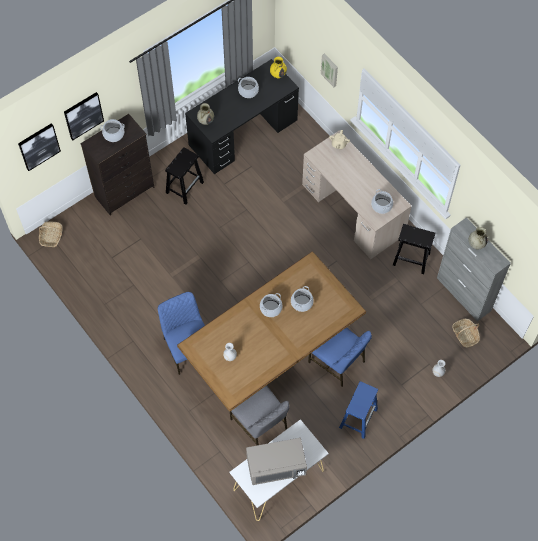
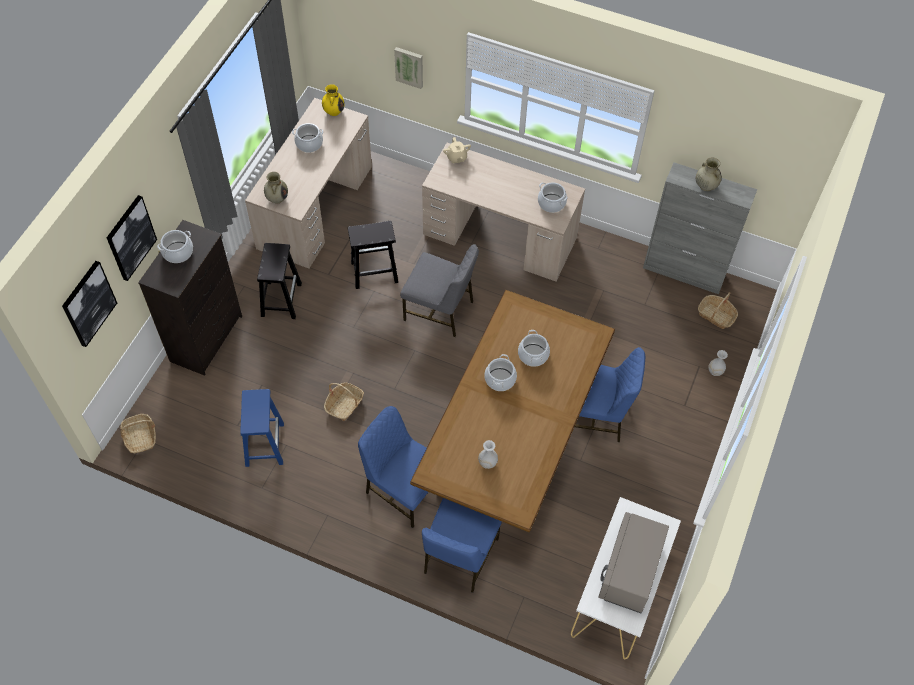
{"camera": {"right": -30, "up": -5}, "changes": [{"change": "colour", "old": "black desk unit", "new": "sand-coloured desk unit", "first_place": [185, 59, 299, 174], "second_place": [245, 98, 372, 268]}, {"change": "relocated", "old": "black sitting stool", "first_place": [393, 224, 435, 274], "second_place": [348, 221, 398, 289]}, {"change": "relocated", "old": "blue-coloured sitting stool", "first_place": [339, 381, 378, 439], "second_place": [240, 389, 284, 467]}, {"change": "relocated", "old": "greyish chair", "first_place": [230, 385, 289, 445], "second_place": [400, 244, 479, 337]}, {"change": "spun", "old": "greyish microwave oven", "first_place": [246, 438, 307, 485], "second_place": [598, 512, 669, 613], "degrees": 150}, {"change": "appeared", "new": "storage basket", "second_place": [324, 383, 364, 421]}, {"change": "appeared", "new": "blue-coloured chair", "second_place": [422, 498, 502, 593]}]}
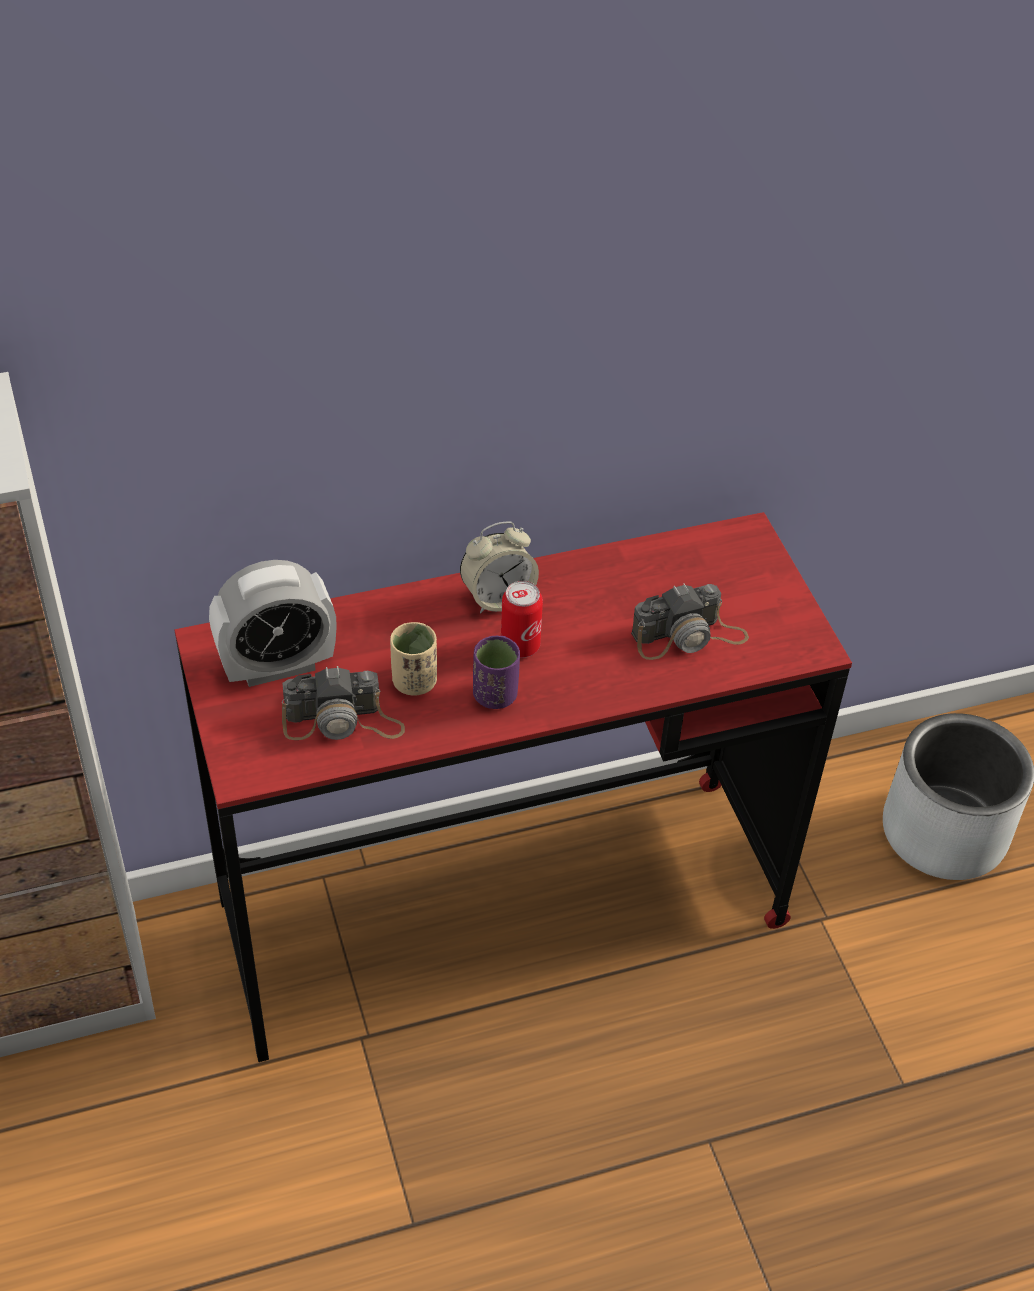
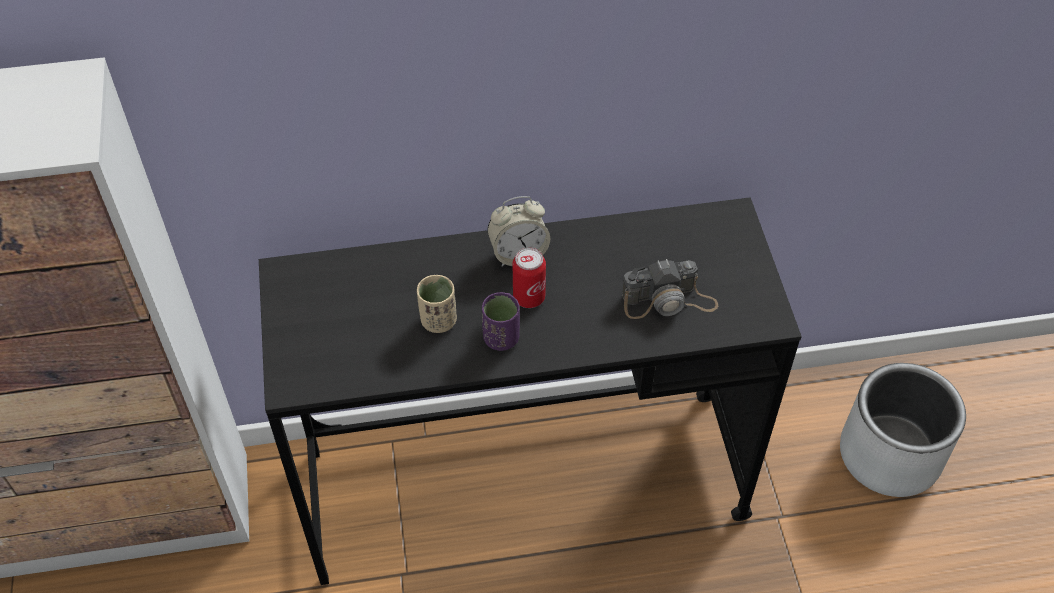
{"camera": {"right": 10, "up": 5}, "changes": [{"change": "colour", "old": "reddish desk unit", "new": "black desk unit", "first_place": [174, 512, 852, 1062], "second_place": [259, 197, 802, 585]}, {"change": "missing", "old": "alarm clock", "first_place": [209, 560, 337, 687]}, {"change": "missing", "old": "still camera", "first_place": [282, 666, 405, 740]}]}
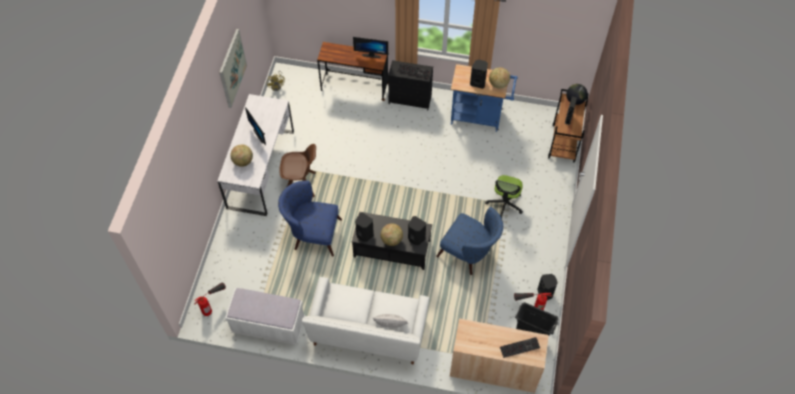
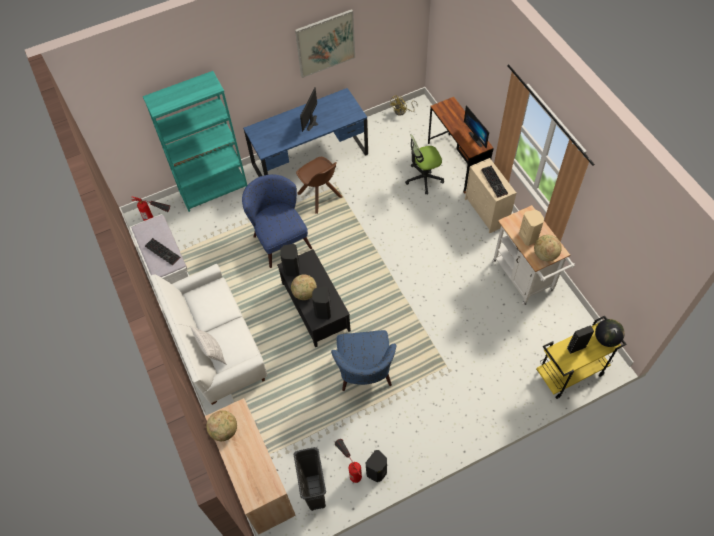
{"camera": {"right": 55, "up": 0}, "changes": [{"change": "colour", "old": "black dresser", "new": "sand-coloured dresser", "first_place": [388, 60, 433, 110], "second_place": [465, 158, 517, 233]}, {"change": "colour", "old": "black loudspeaker", "new": "sand-coloured loudspeaker", "first_place": [470, 60, 488, 89], "second_place": [519, 210, 544, 246]}, {"change": "colour", "old": "blue-coloured wheeled cart", "new": "white wheeled cart", "first_place": [451, 64, 518, 132], "second_place": [492, 205, 575, 305]}, {"change": "colour", "old": "brownish wheeled cart", "new": "yellow-coloured wheeled cart", "first_place": [548, 89, 589, 163], "second_place": [536, 316, 627, 399]}, {"change": "colour", "old": "white desk unit", "new": "blue-coloured desk unit", "first_place": [217, 94, 294, 216], "second_place": [243, 88, 368, 177]}, {"change": "relocated", "old": "globe", "first_place": [230, 144, 253, 167], "second_place": [206, 410, 237, 441]}, {"change": "relocated", "old": "desk chair", "first_place": [485, 175, 523, 218], "second_place": [405, 134, 444, 195]}, {"change": "relocated", "old": "computer keyboard", "first_place": [500, 337, 540, 358], "second_place": [145, 238, 181, 266]}, {"change": "appeared", "new": "turquoise-coloured bookcase", "second_place": [143, 71, 247, 212]}]}
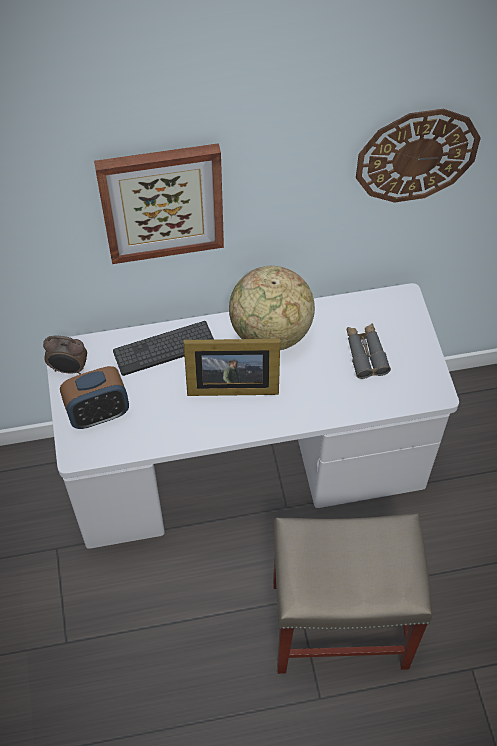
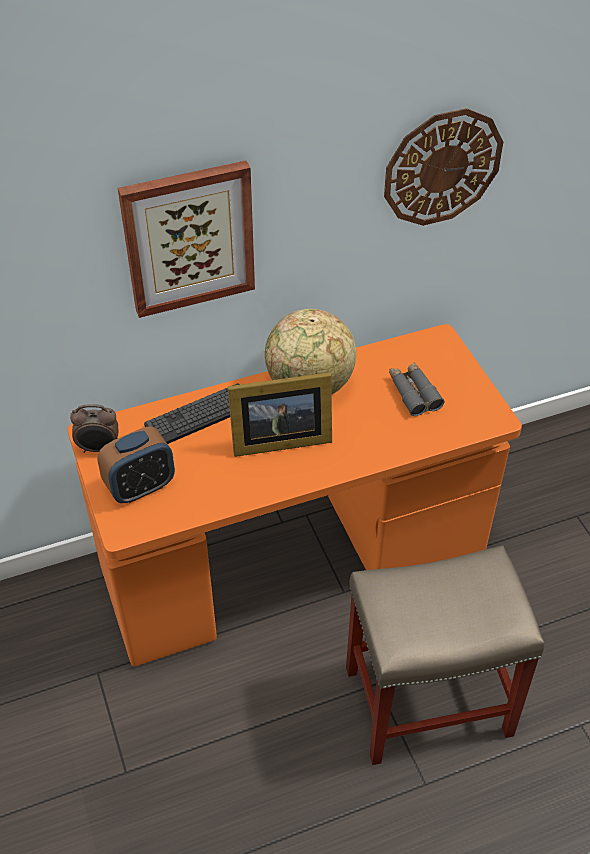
{"camera": {"right": -10, "up": -10}, "changes": [{"change": "colour", "old": "white desk unit", "new": "orangey desk unit", "first_place": [45, 283, 459, 549], "second_place": [68, 324, 522, 666]}]}
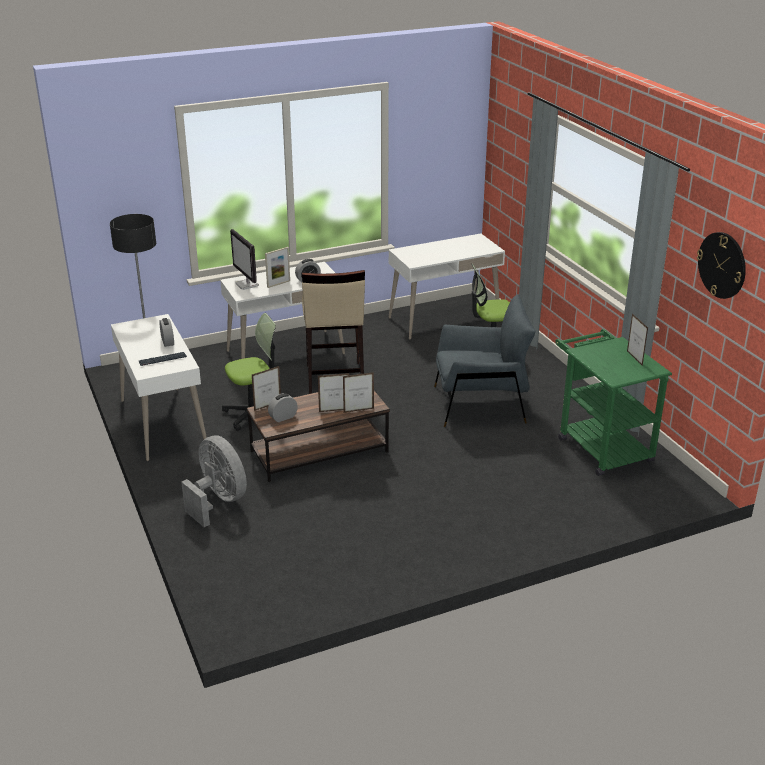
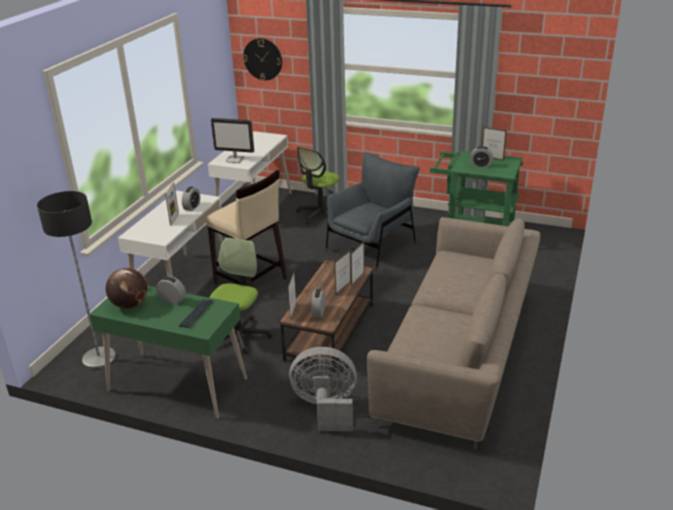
{"camera": {"right": -45, "up": 0}, "changes": [{"change": "relocated", "old": "monitor", "first_place": [230, 229, 259, 290], "second_place": [211, 118, 254, 163]}, {"change": "relocated", "old": "clock on the wall", "first_place": [697, 232, 746, 299], "second_place": [243, 38, 282, 80]}, {"change": "colour", "old": "white desk unit", "new": "green-coloured desk unit", "first_place": [111, 314, 207, 461], "second_place": [89, 286, 247, 419]}, {"change": "appeared", "new": "alarm clock", "second_place": [470, 146, 493, 168]}, {"change": "appeared", "new": "sand-coloured couch", "second_place": [367, 217, 540, 449]}, {"change": "appeared", "new": "globe", "second_place": [106, 268, 147, 309]}]}
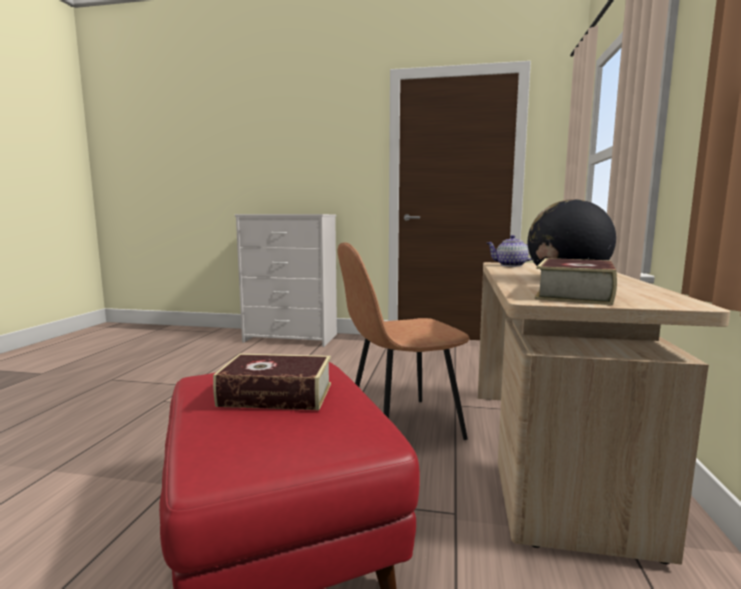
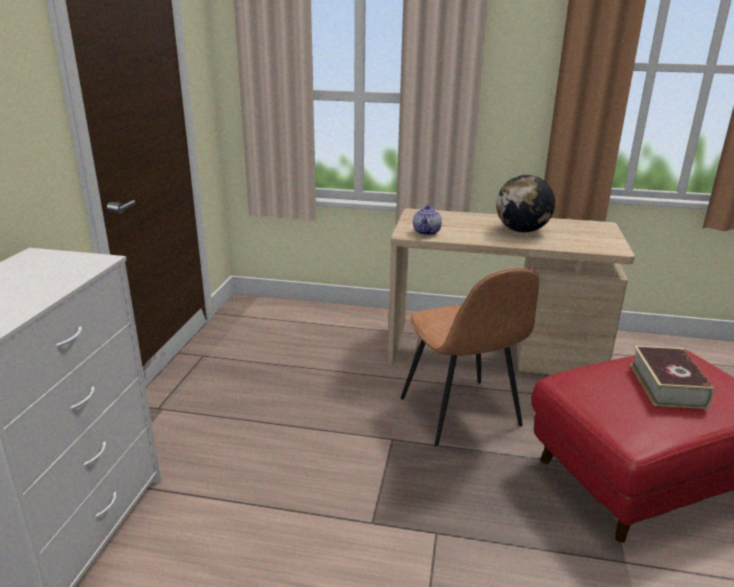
{"camera": {"right": -90, "up": 15}, "changes": [{"change": "missing", "old": "book", "first_place": [535, 258, 617, 305]}]}
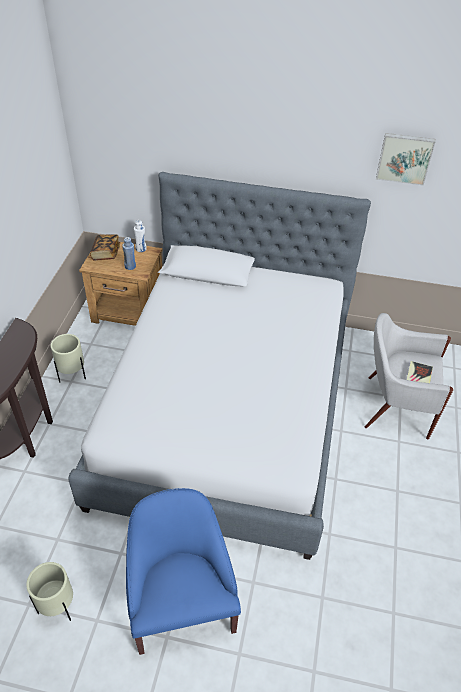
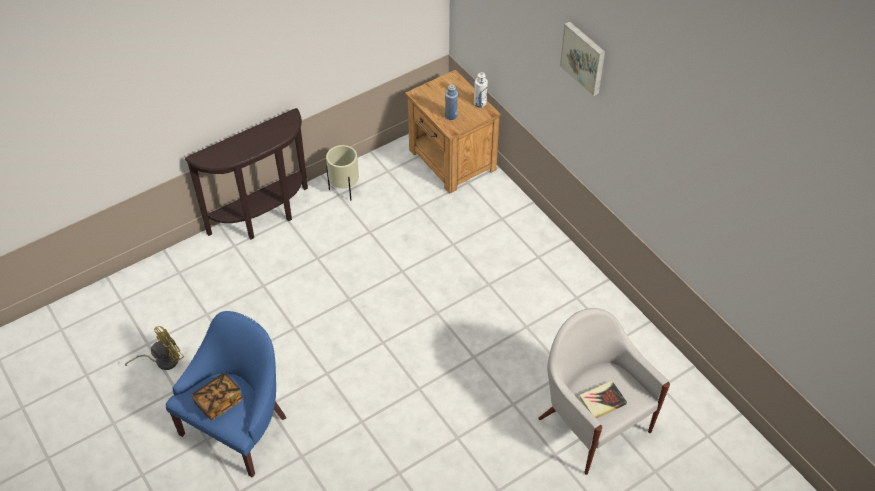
{"camera": {"right": 45, "up": 5}, "changes": [{"change": "relocated", "old": "picture", "first_place": [376, 133, 436, 186], "second_place": [560, 22, 605, 96]}, {"change": "missing", "old": "bedroom bed", "first_place": [69, 172, 371, 560]}, {"change": "relocated", "old": "book", "first_place": [90, 235, 120, 261], "second_place": [191, 373, 243, 420]}, {"change": "exchanged", "old": "sand-coloured plant pot", "new": "yellow-coloured cooling fan", "first_place": [26, 562, 73, 621], "second_place": [125, 326, 184, 370]}]}
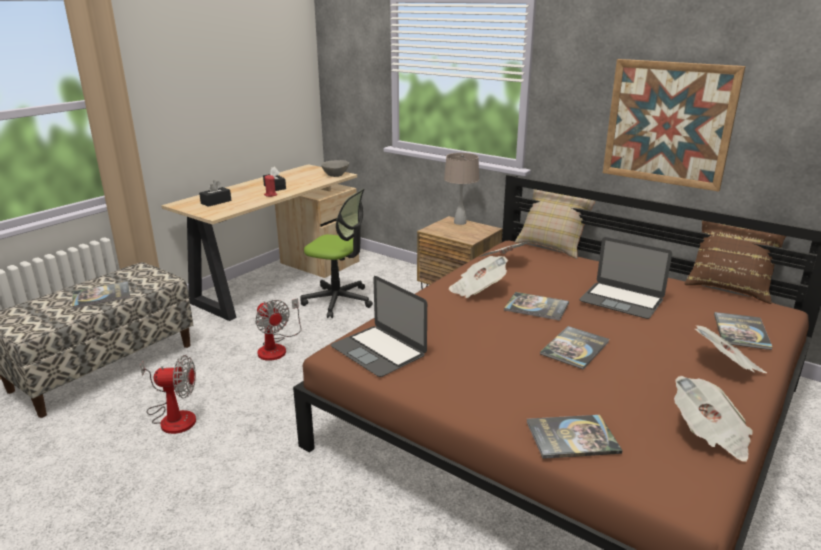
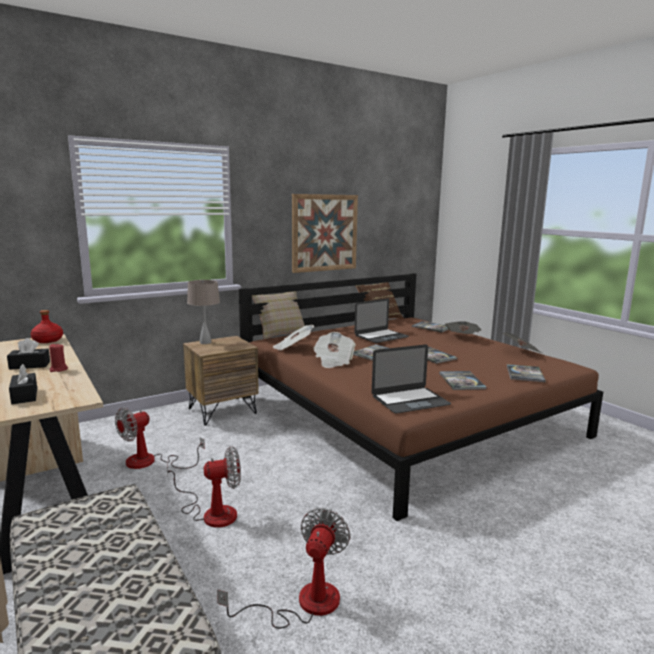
{"camera": {"right": -70, "up": -10}, "changes": [{"change": "exchanged", "old": "greyish serving bowl", "new": "reddish beverage bottle", "first_place": [321, 160, 349, 177], "second_place": [31, 310, 63, 343]}, {"change": "exchanged", "old": "desk chair", "new": "cooling fan", "first_place": [300, 189, 373, 318], "second_place": [115, 407, 205, 469]}, {"change": "relocated", "old": "book", "first_place": [72, 281, 130, 309], "second_place": [439, 371, 486, 390]}]}
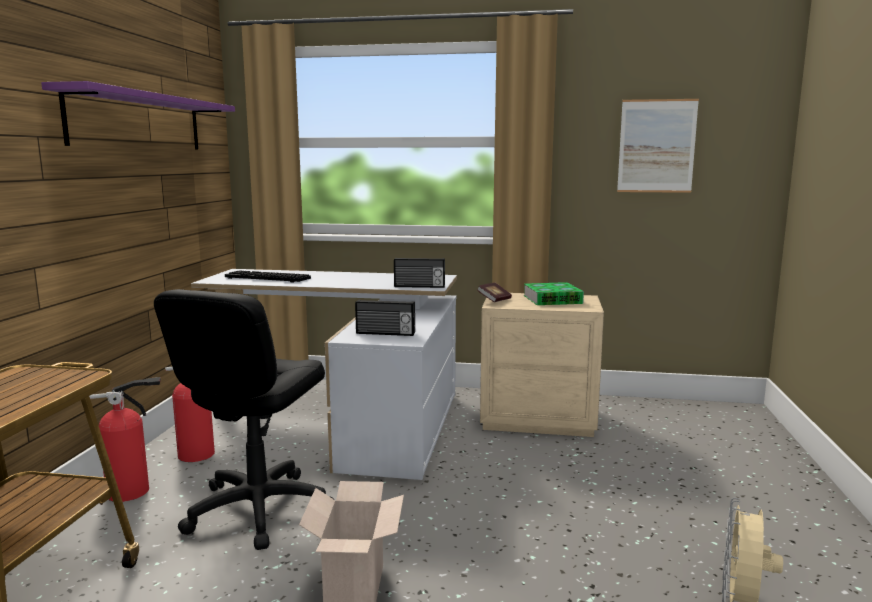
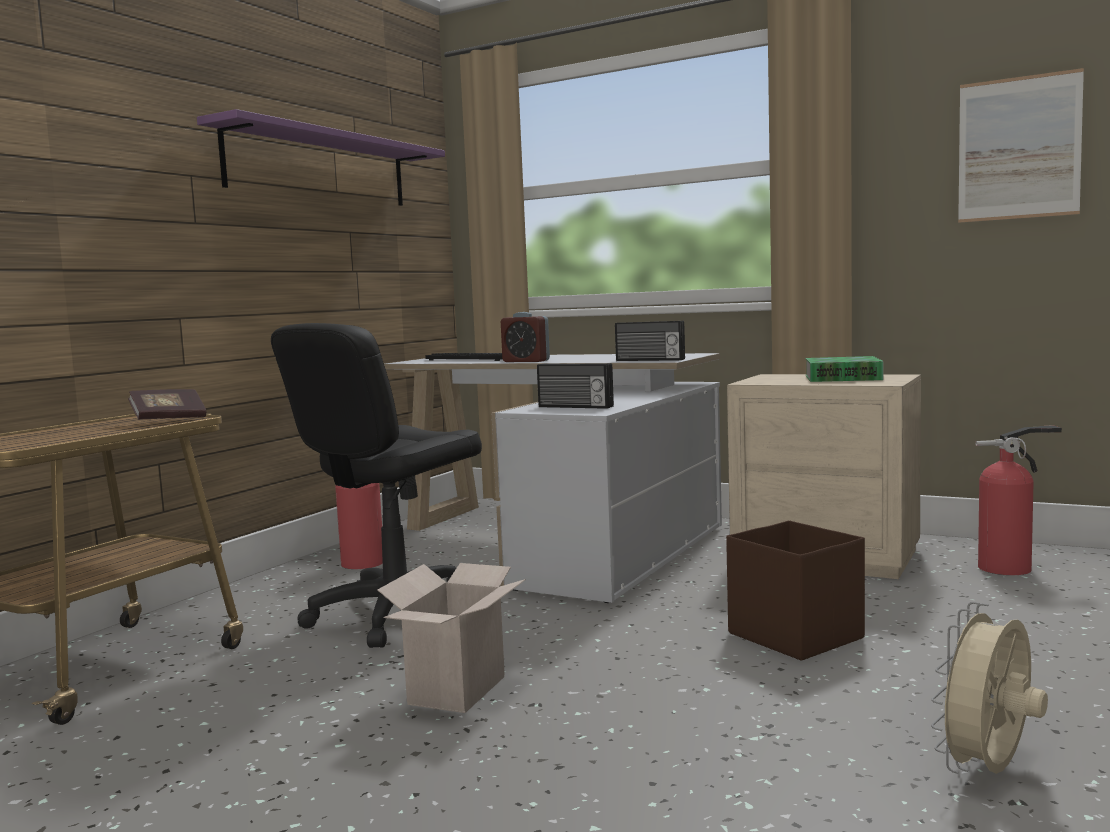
{"camera": {"right": 20, "up": -5}, "changes": [{"change": "relocated", "old": "book", "first_place": [477, 283, 512, 302], "second_place": [128, 389, 207, 420]}, {"change": "relocated", "old": "extinguisher", "first_place": [89, 377, 161, 502], "second_place": [975, 425, 1062, 575]}, {"change": "appeared", "new": "alarm clock", "second_place": [501, 312, 550, 362]}, {"change": "appeared", "new": "brownish storage container", "second_place": [726, 520, 865, 661]}]}
